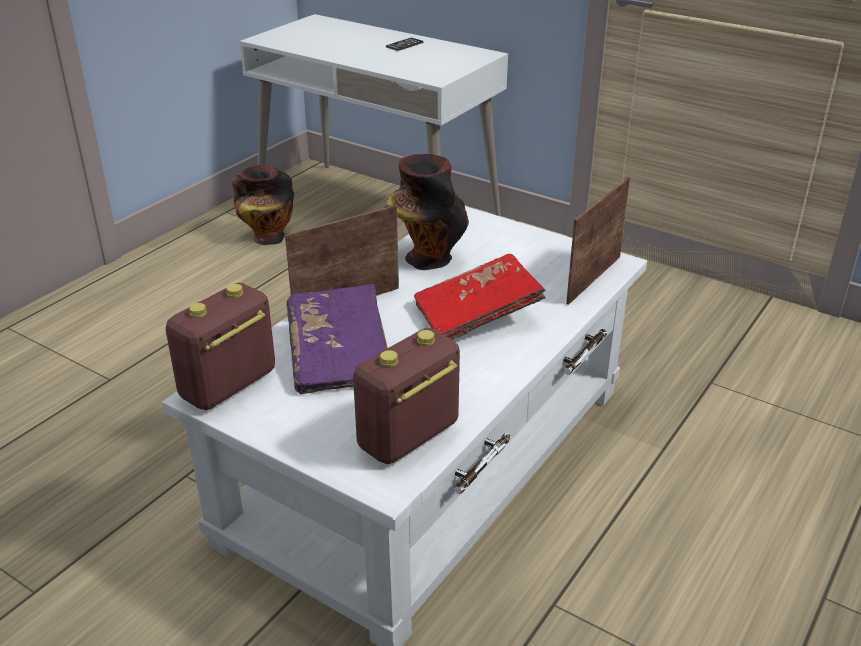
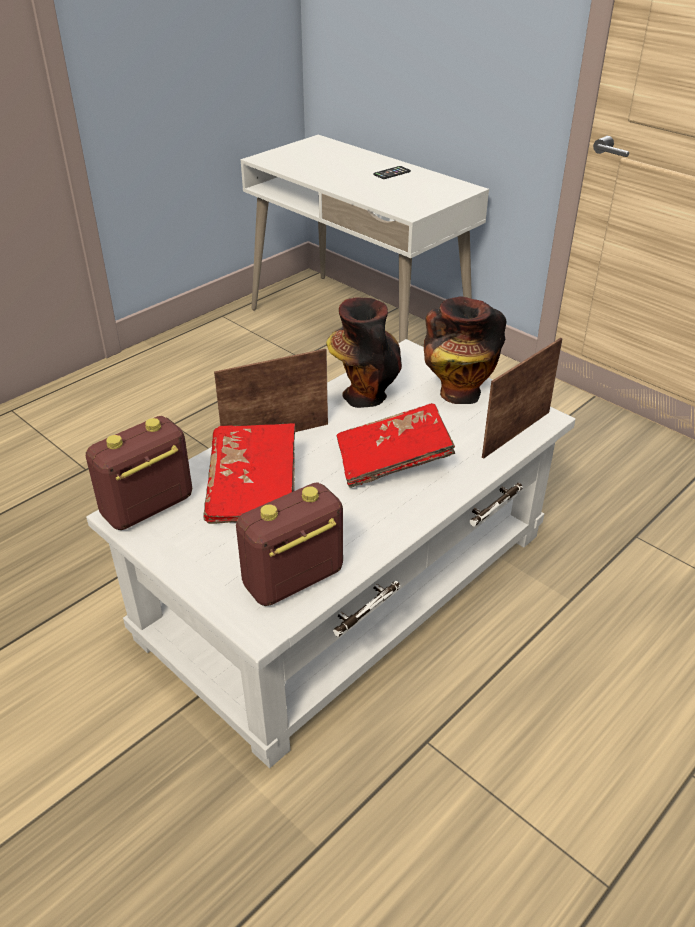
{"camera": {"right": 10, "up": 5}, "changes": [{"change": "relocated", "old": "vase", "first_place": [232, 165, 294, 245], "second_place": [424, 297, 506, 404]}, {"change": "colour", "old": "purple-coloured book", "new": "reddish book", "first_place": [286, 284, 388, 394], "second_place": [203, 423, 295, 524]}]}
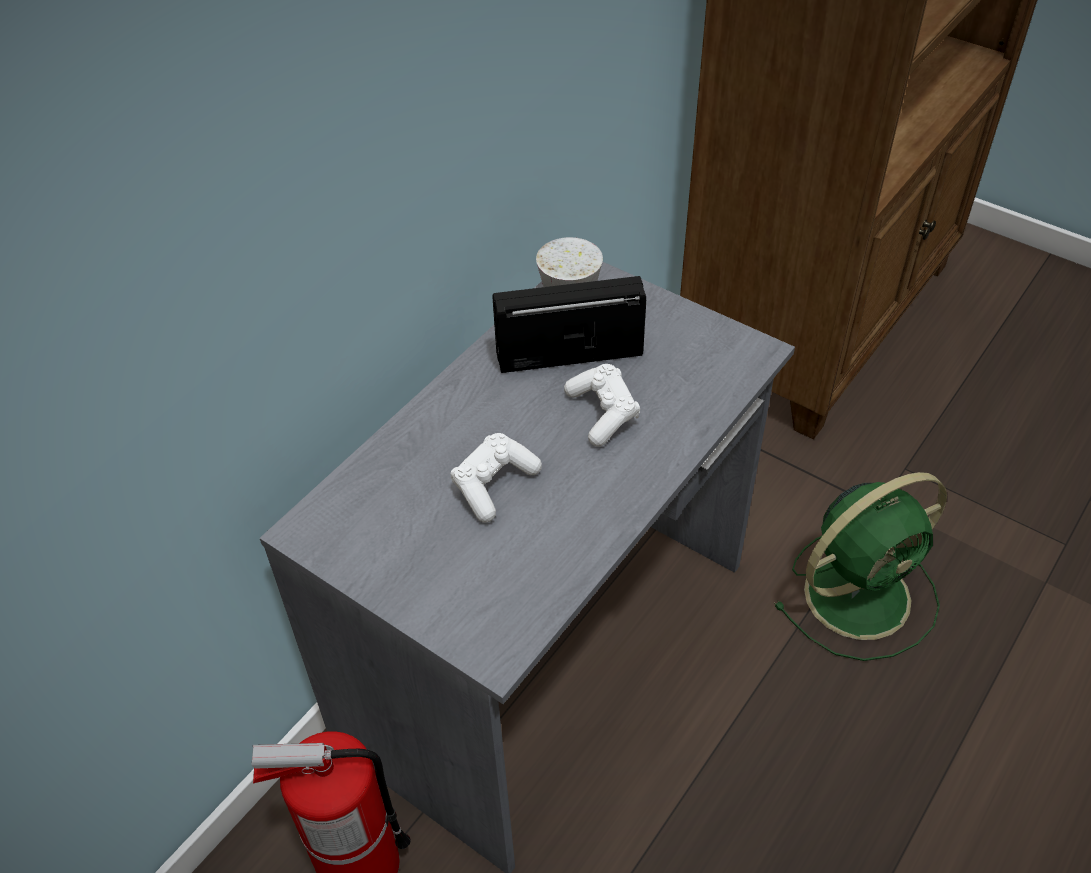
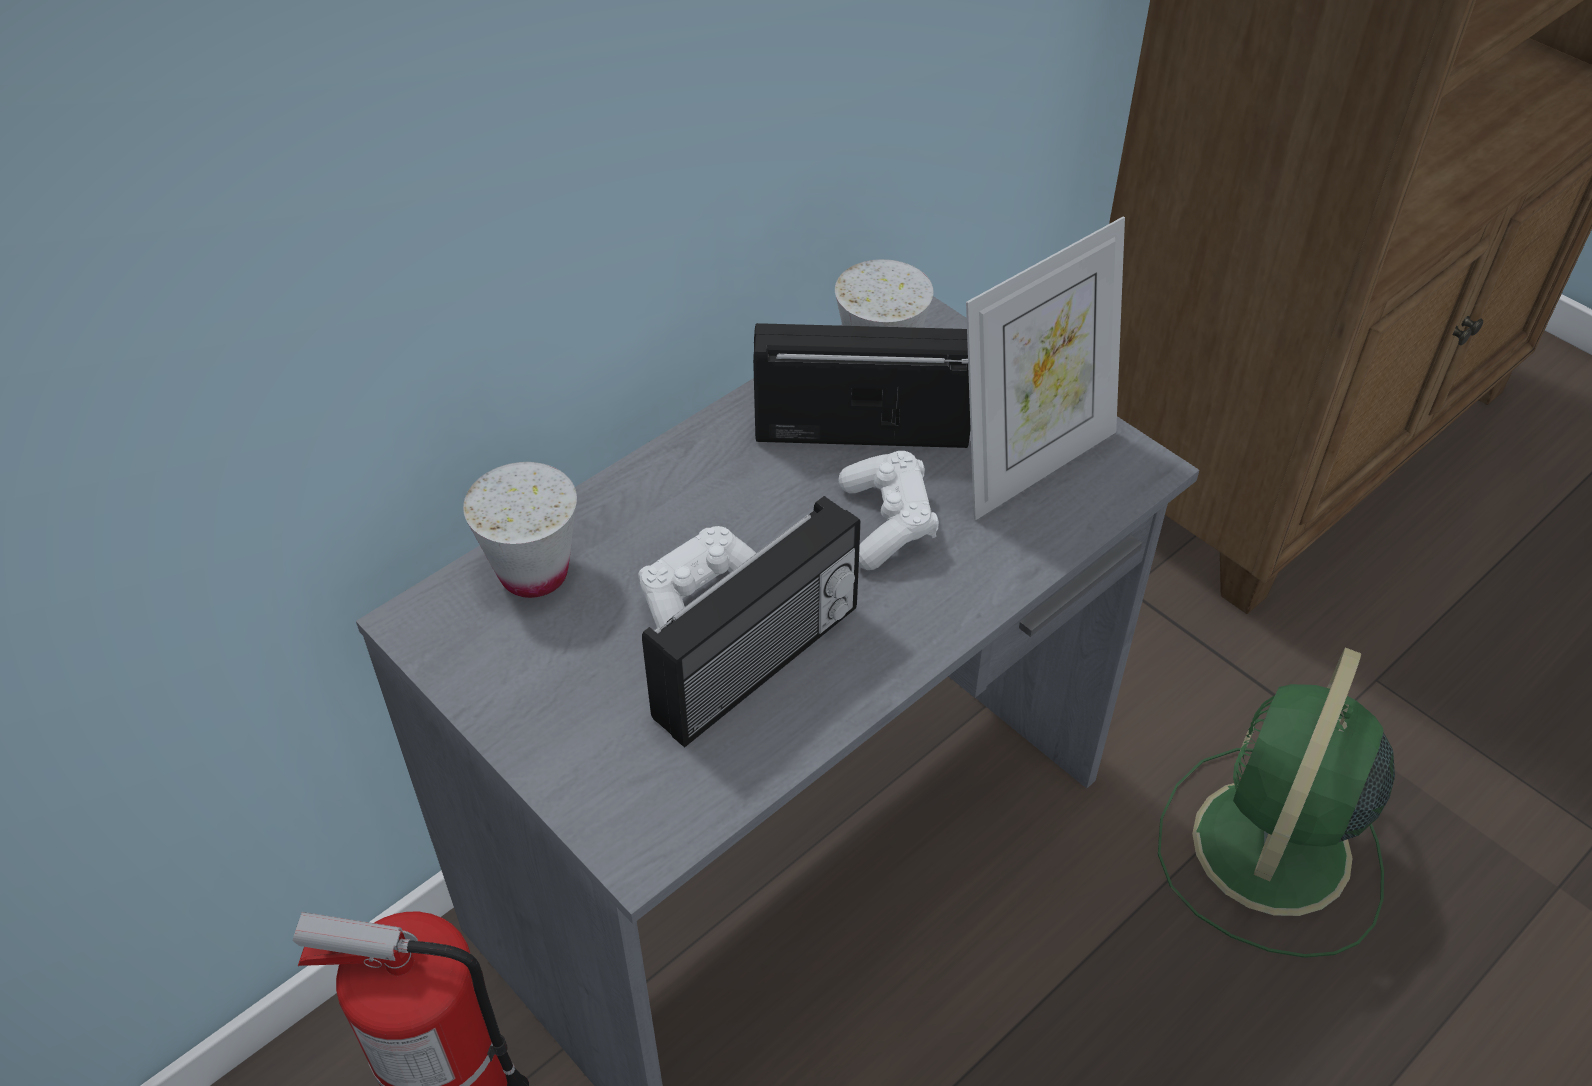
{"camera": {"right": 10, "up": 0}, "changes": [{"change": "spun", "old": "green-coloured cooling fan", "first_place": [774, 472, 947, 661], "second_place": [1158, 647, 1395, 958], "degrees": 135}, {"change": "appeared", "new": "standing frame", "second_place": [966, 217, 1125, 520]}, {"change": "appeared", "new": "white small cup", "second_place": [463, 462, 577, 598]}, {"change": "appeared", "new": "radio set", "second_place": [642, 496, 861, 748]}]}
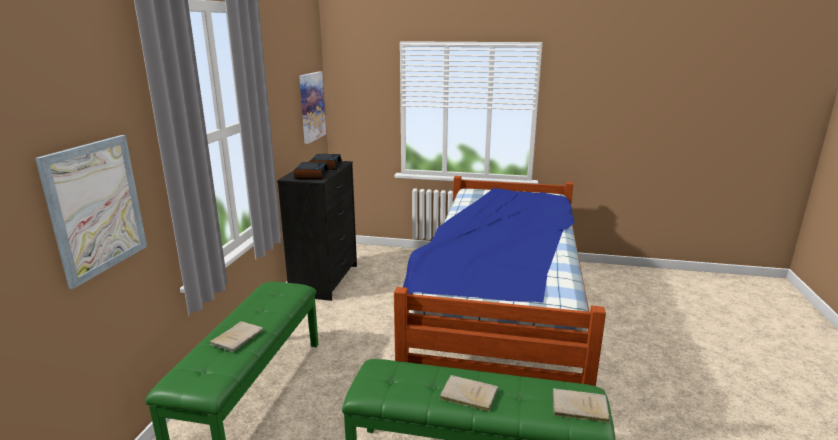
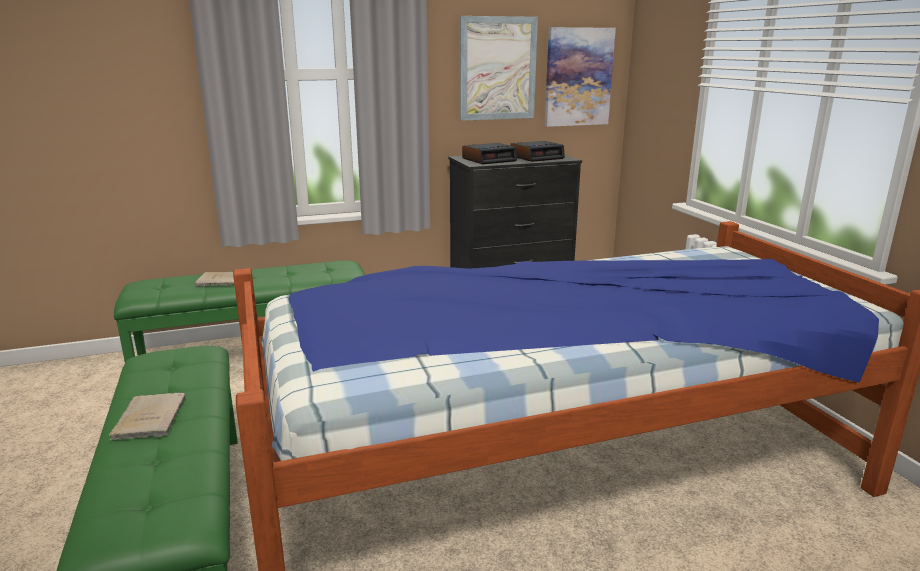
{"camera": {"right": 60, "up": 0}, "changes": [{"change": "relocated", "old": "picture", "first_place": [35, 135, 147, 289], "second_place": [460, 16, 538, 121]}, {"change": "missing", "old": "sand-coloured book", "first_place": [552, 388, 610, 422]}]}
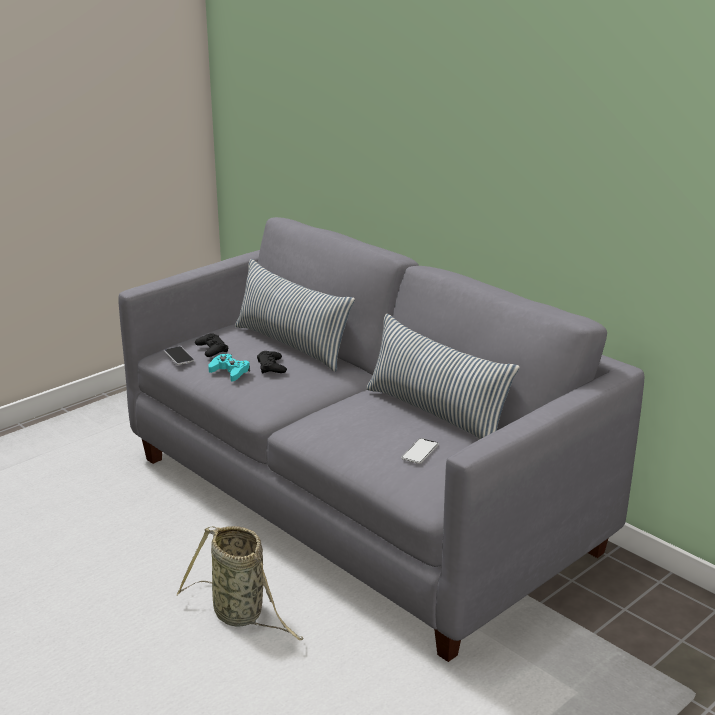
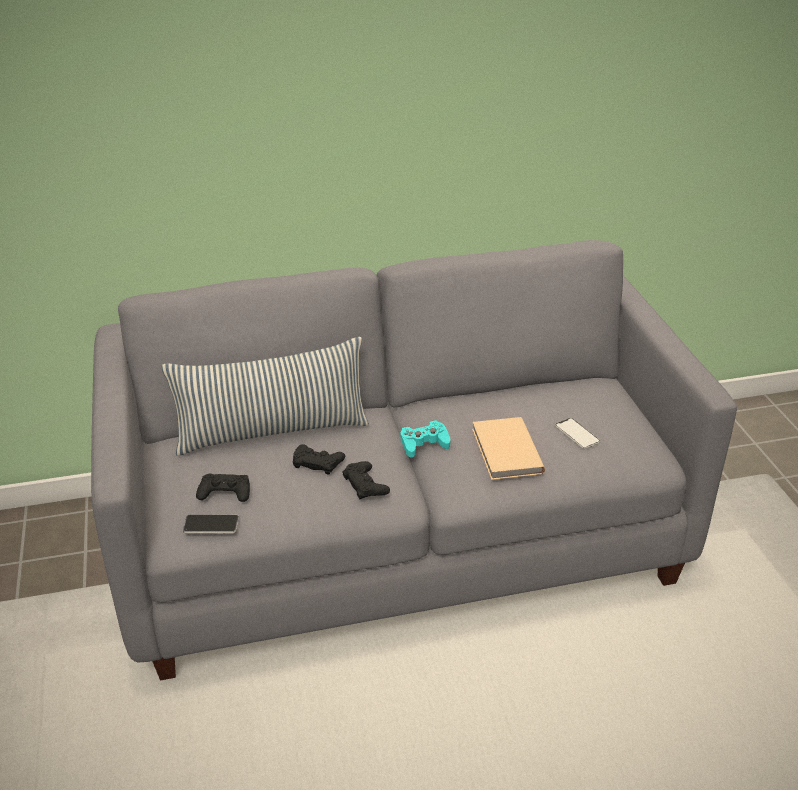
{"camera": {"right": -60, "up": 10}, "changes": [{"change": "missing", "old": "cushion", "first_place": [366, 314, 519, 439]}, {"change": "relocated", "old": "turquoise-coloured game controller", "first_place": [208, 354, 250, 382], "second_place": [401, 420, 450, 457]}, {"change": "missing", "old": "storage basket", "first_place": [177, 526, 304, 640]}, {"change": "appeared", "new": "sand-coloured book", "second_place": [472, 417, 545, 480]}, {"change": "appeared", "new": "black game controller", "second_place": [342, 461, 390, 499]}]}
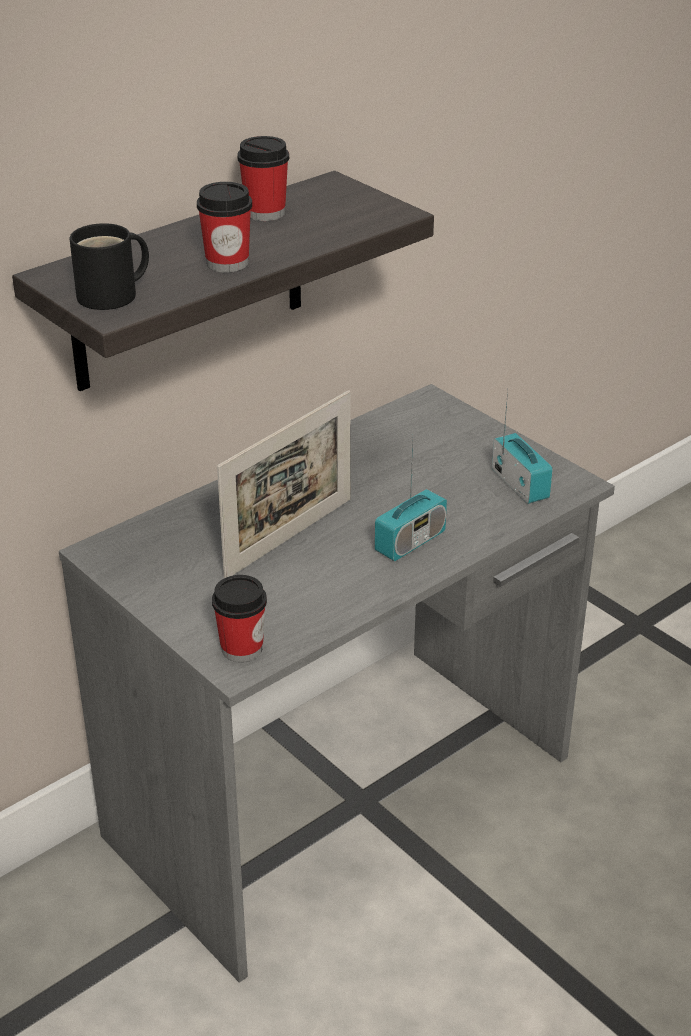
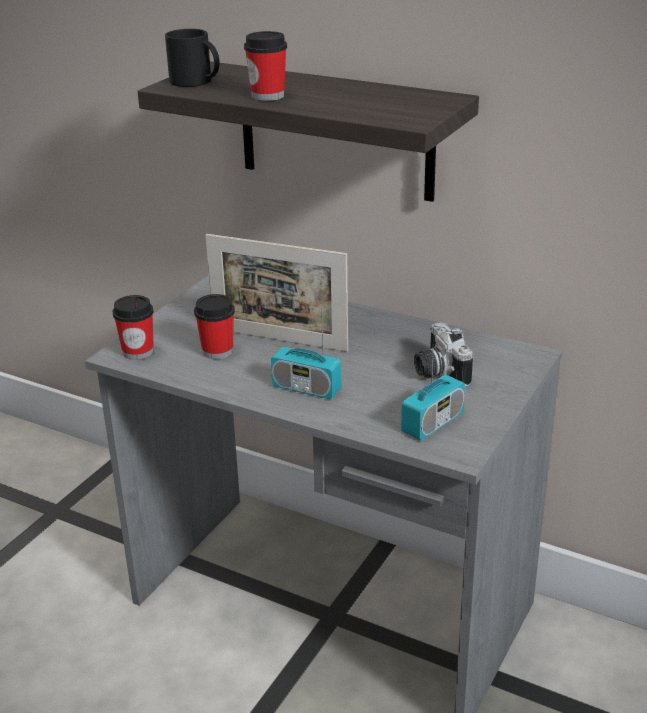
{"camera": {"right": 70, "up": -5}, "changes": [{"change": "relocated", "old": "small cup", "first_place": [237, 136, 289, 221], "second_place": [194, 294, 235, 359]}, {"change": "appeared", "new": "still camera", "second_place": [414, 322, 473, 387]}]}
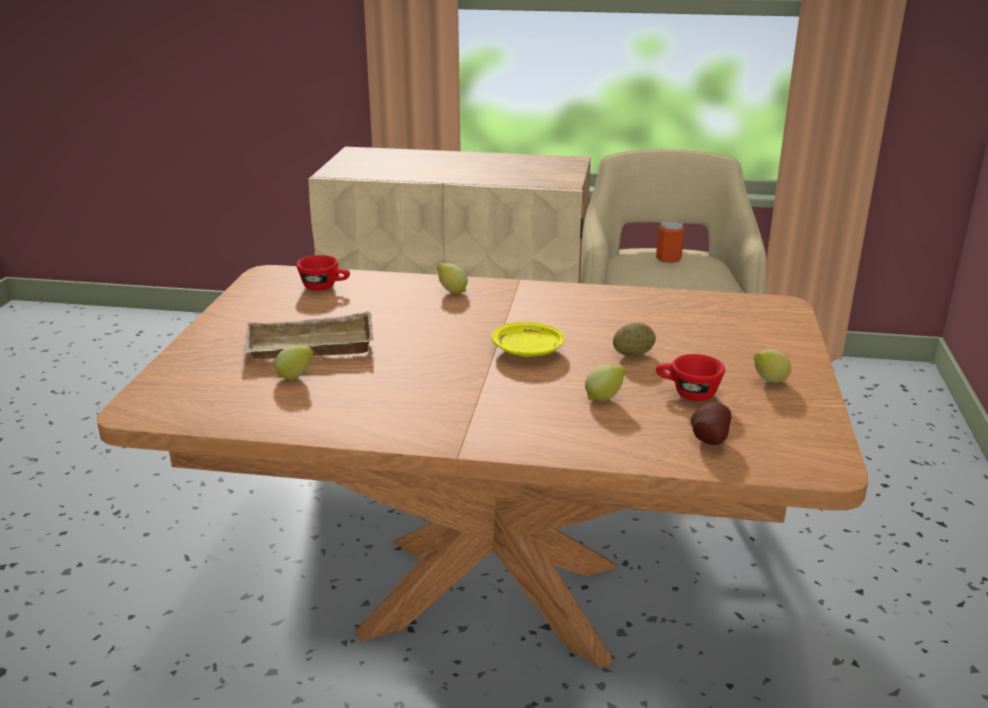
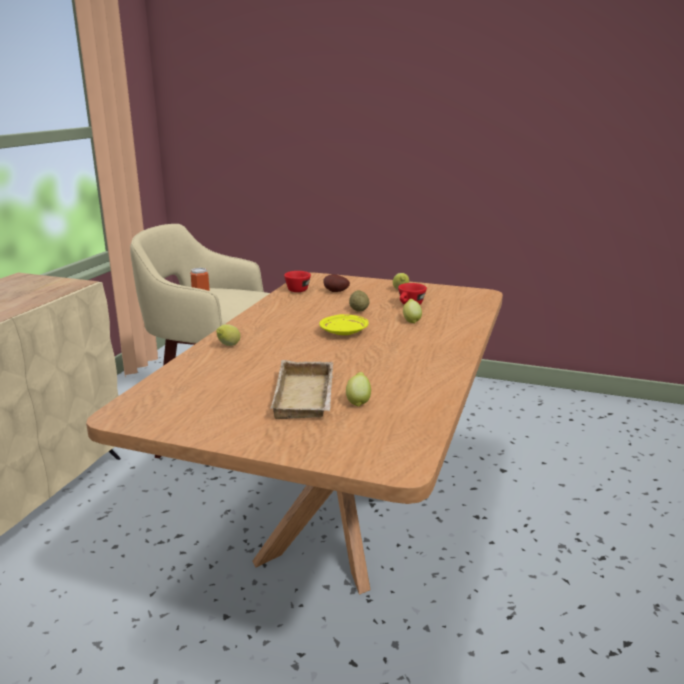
{"camera": {"right": -80, "up": -5}, "changes": [{"change": "relocated", "old": "reddish small cup", "first_place": [296, 255, 350, 291], "second_place": [284, 271, 311, 292]}, {"change": "relocated", "old": "spud", "first_place": [691, 402, 731, 445], "second_place": [323, 274, 350, 292]}]}
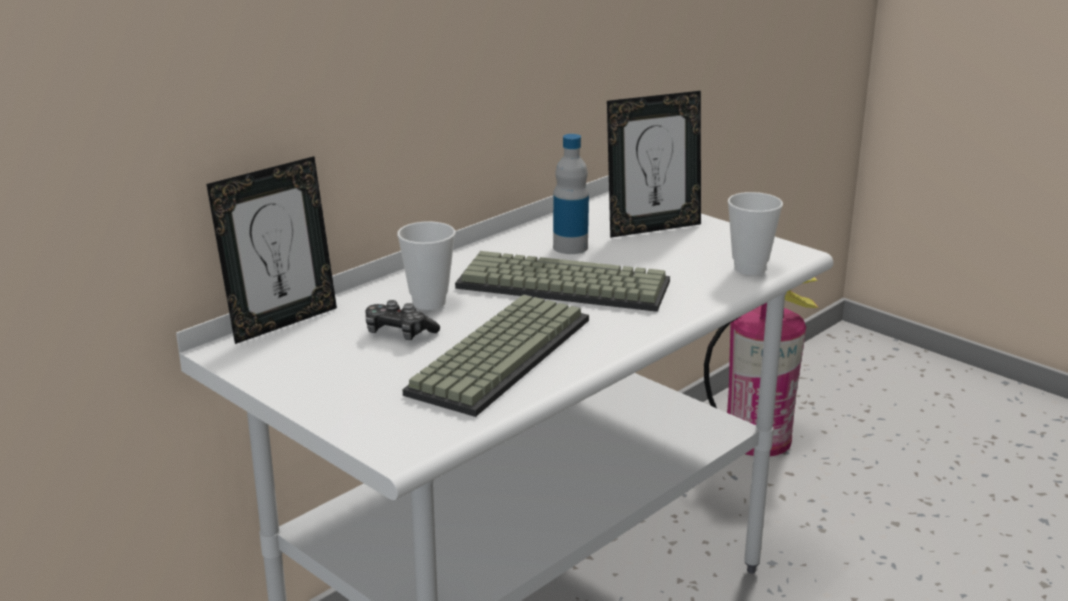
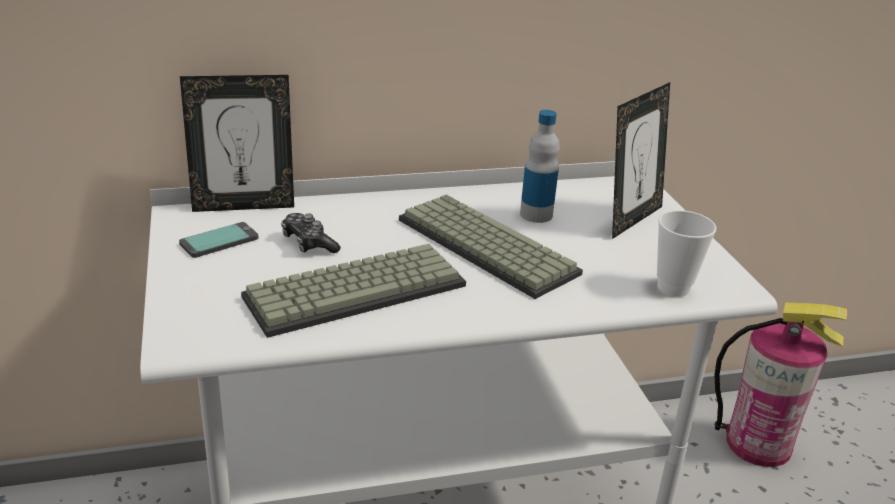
{"camera": {"right": 30, "up": 5}, "changes": [{"change": "spun", "old": "standing frame", "first_place": [607, 91, 701, 238], "second_place": [612, 82, 670, 239], "degrees": -60}, {"change": "missing", "old": "small cup", "first_place": [397, 221, 455, 310]}, {"change": "appeared", "new": "telephone", "second_place": [179, 222, 259, 258]}]}
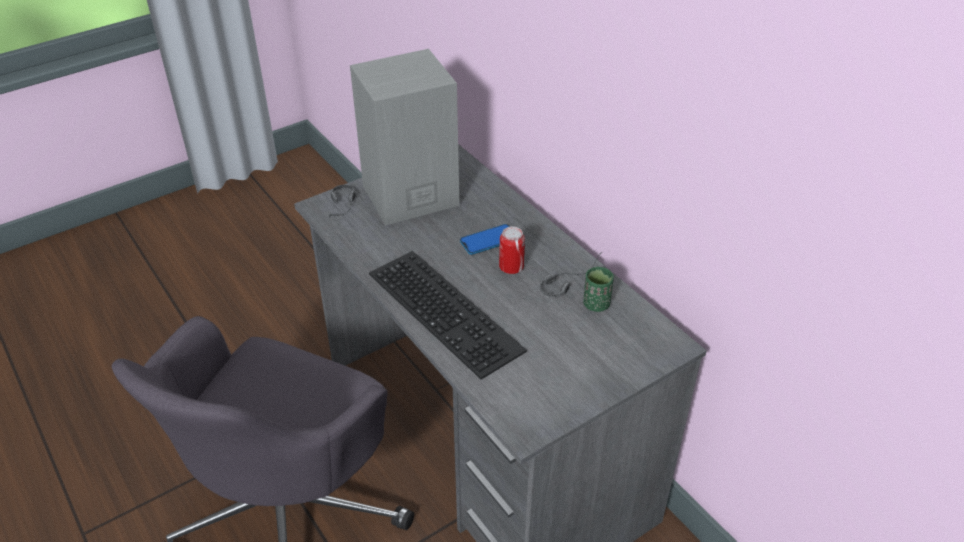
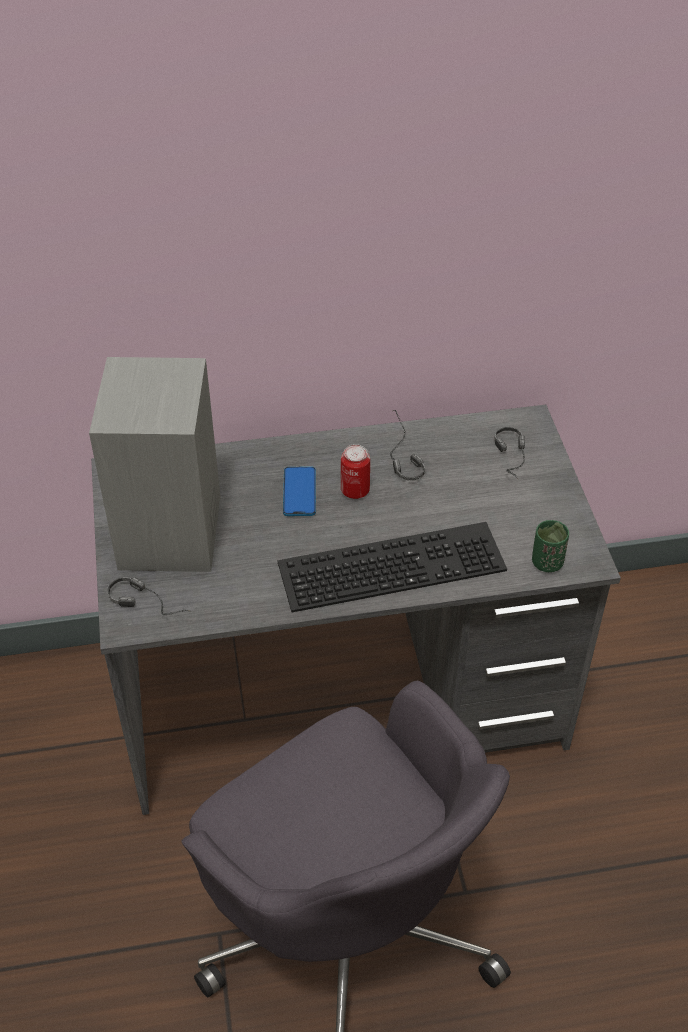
{"camera": {"right": -65, "up": 5}, "changes": [{"change": "relocated", "old": "green-coloured small cup", "first_place": [583, 267, 614, 312], "second_place": [532, 520, 569, 572]}, {"change": "appeared", "new": "headphones", "second_place": [495, 427, 525, 480]}]}
